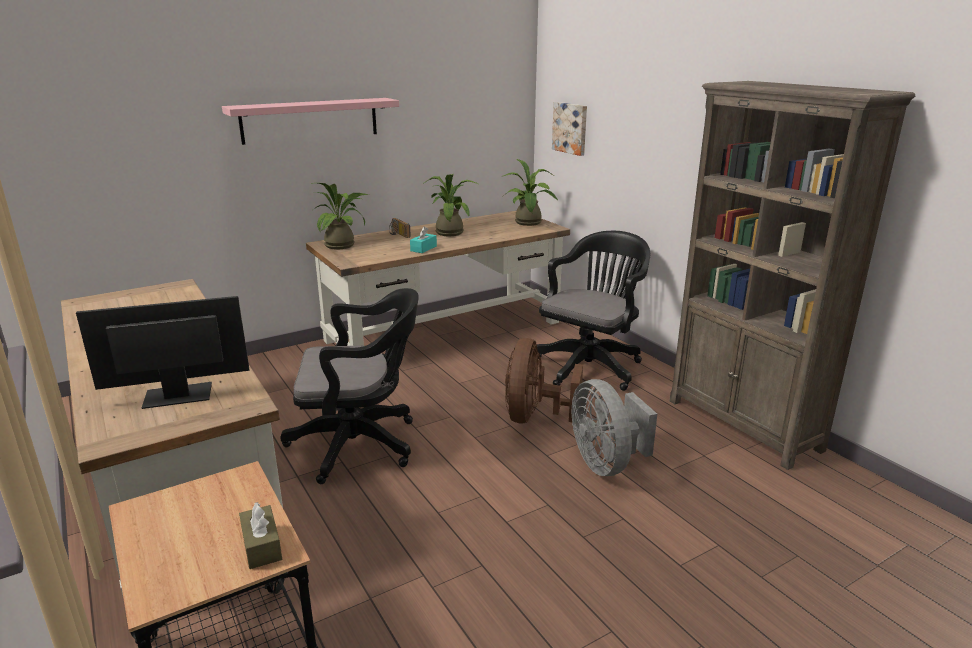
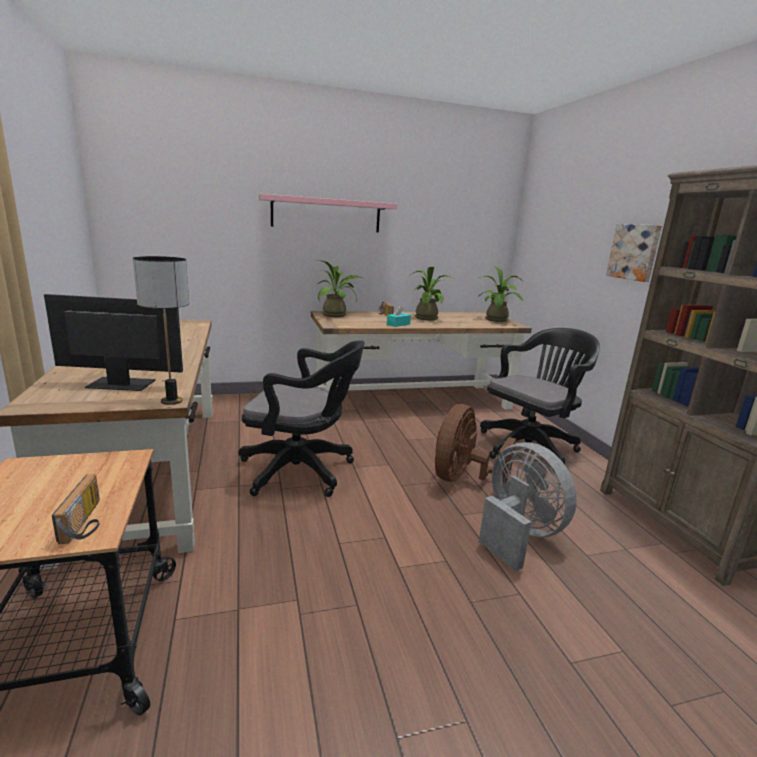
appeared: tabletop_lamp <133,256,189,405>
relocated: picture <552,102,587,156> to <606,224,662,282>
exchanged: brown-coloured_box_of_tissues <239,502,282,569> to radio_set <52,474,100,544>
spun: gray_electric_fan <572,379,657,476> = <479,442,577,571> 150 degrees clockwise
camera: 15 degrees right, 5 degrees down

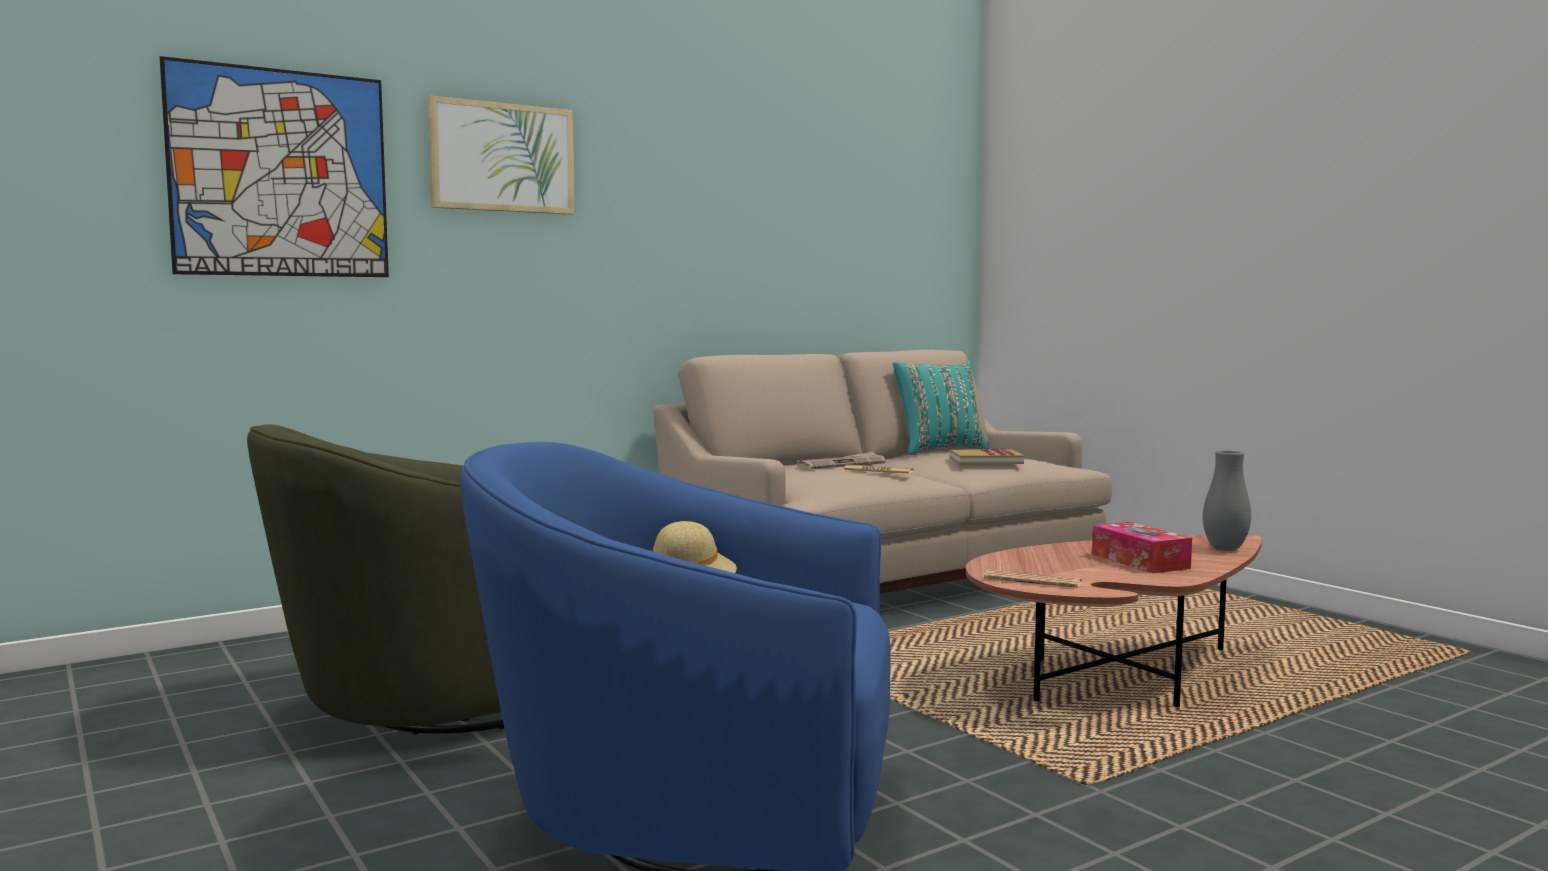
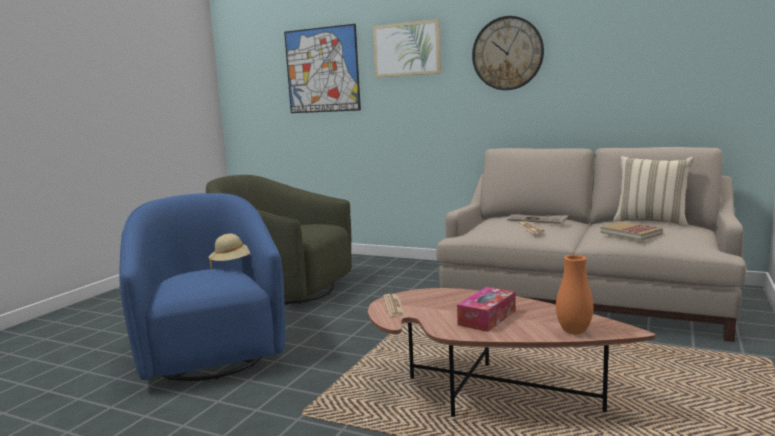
appeared: wall_clock <472,16,544,90>
colour: gray_vase <1203,450,1251,551> to orange_vase <556,255,593,334>; blue-green_cushion <893,360,988,455> to beige-coloured_cushion <613,156,694,226>
camera: 60 degrees right, 5 degrees up

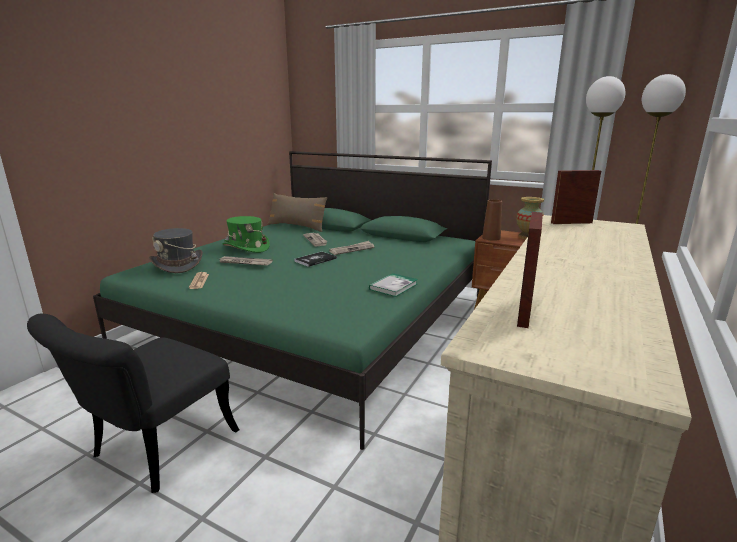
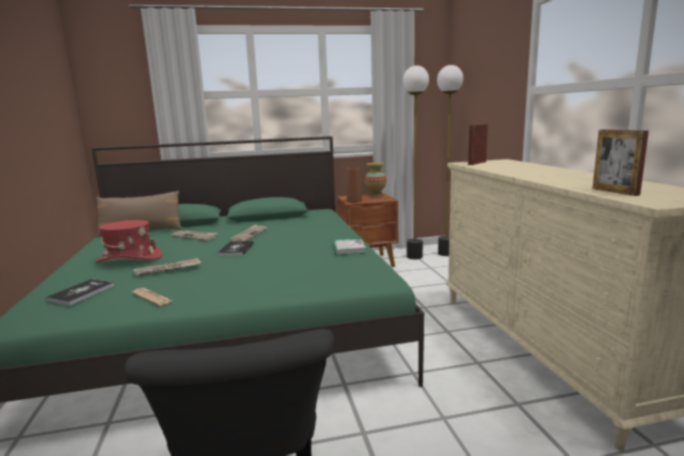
exchanged: gray_wearable_hat <149,228,203,273> to book <45,279,115,305>
colour: green-coloured_wearable_hat <222,216,270,253> to red_wearable_hat <95,220,163,263>
camera: 40 degrees left, 5 degrees down

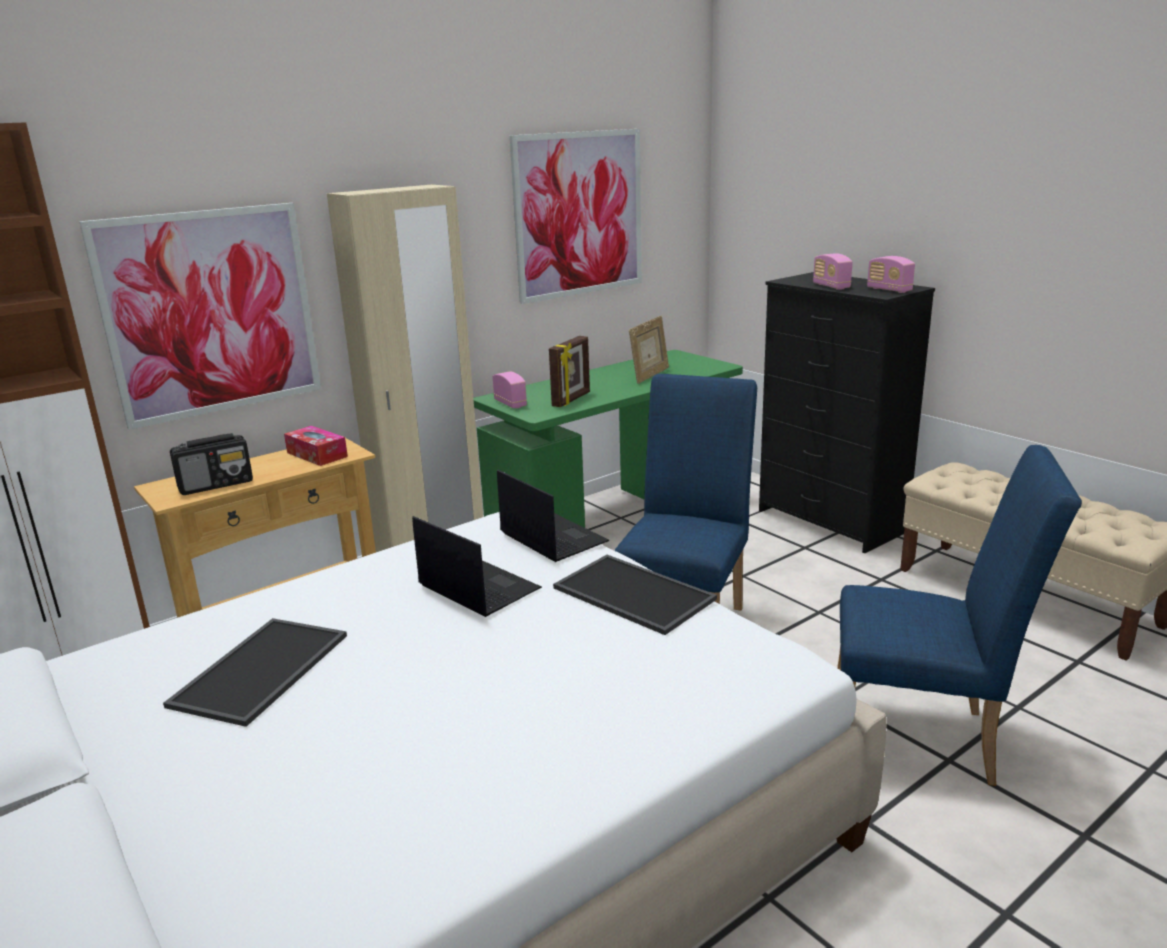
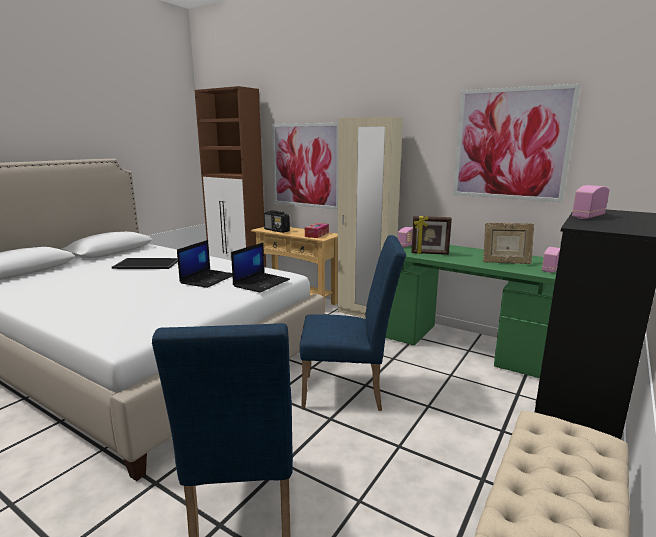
missing: carrying_tray <553,555,717,635>
relocated: radio_set <867,256,915,293> to <542,247,560,273>
camera: 70 degrees right, 5 degrees down

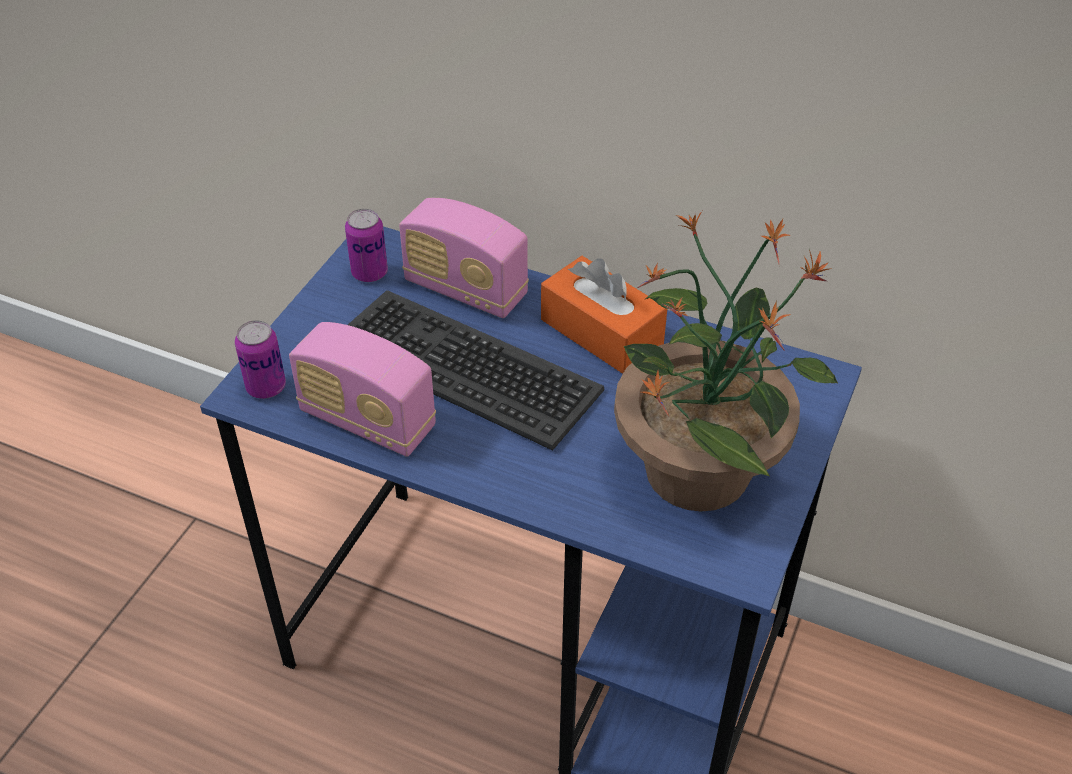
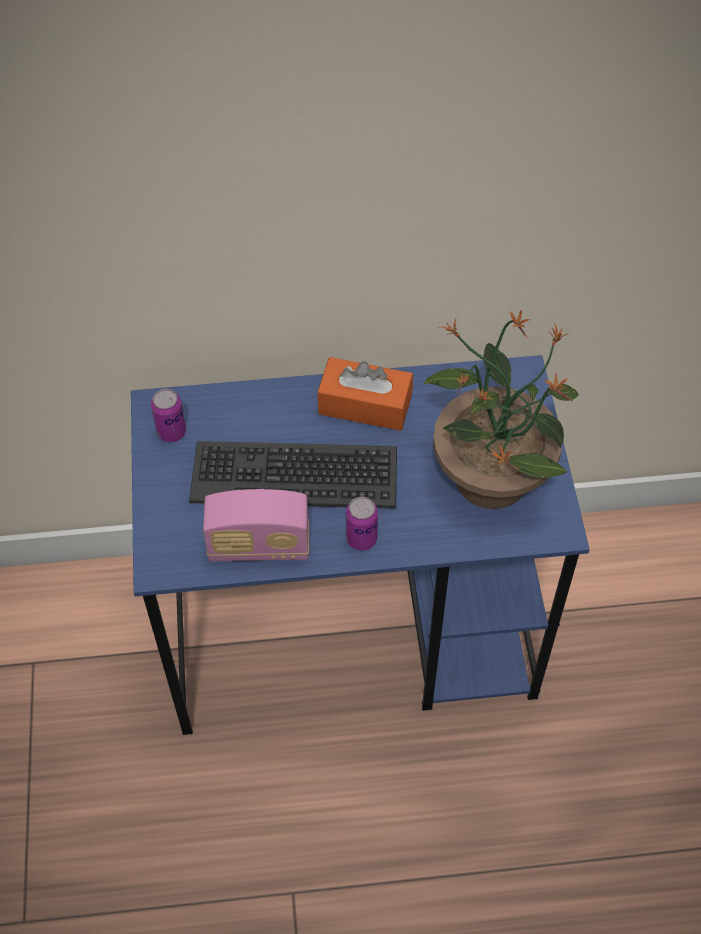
missing: radio_set <399,198,529,318>
relocated: metal_can <235,320,286,399> to <346,497,378,551>
camera: 30 degrees left, 10 degrees up

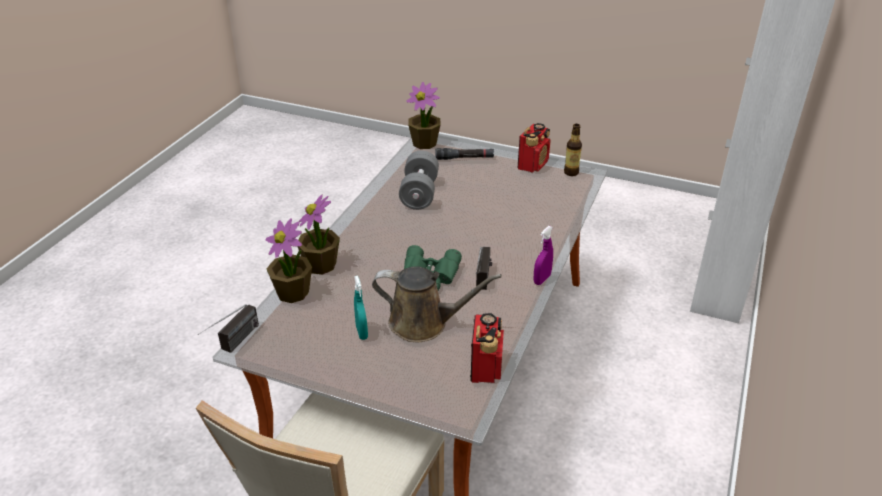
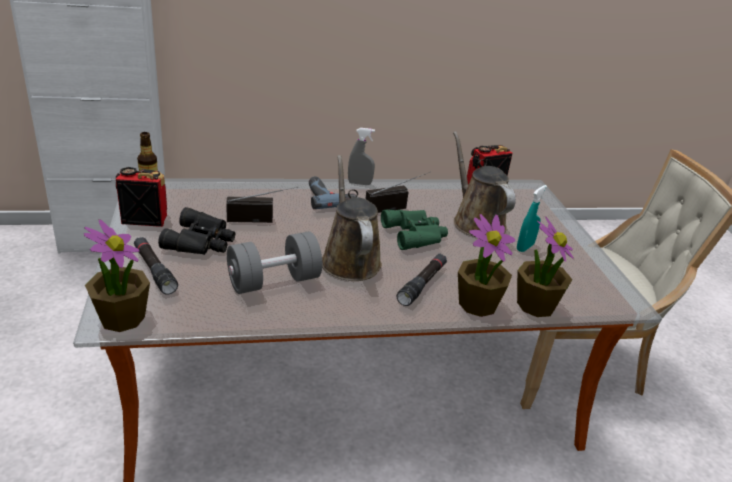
appeared: black-coloured_pair_of_binoculars <158,207,235,255>; electric_drill <309,176,358,209>; brown-coloured_watering_can <322,155,382,281>; black-coloured_flashlight <397,254,447,306>
relocated: radio_set <198,304,259,353> to <226,187,299,223>
colour: purplish_hand_sprayer <534,226,553,285> to gray_hand_sprayer <348,128,375,185>
camera: 125 degrees left, 5 degrees down

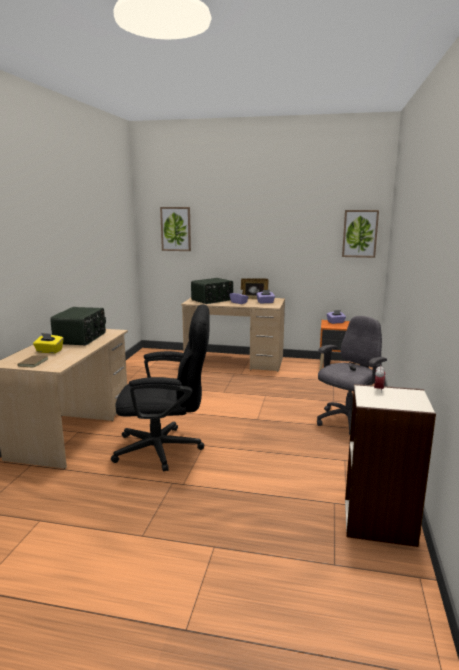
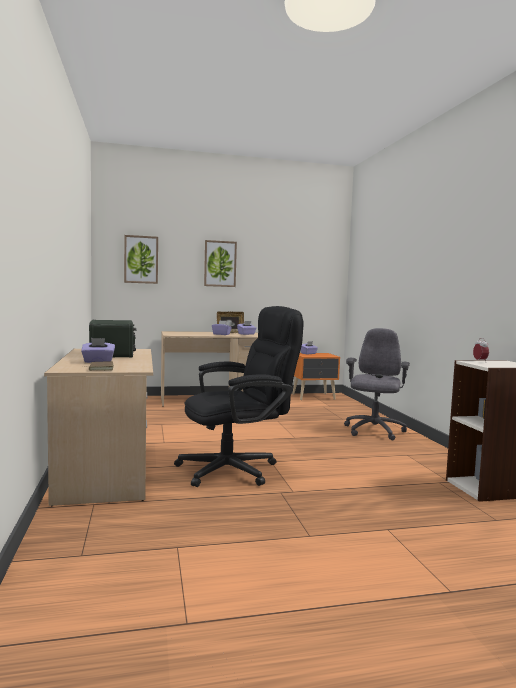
missing: radio_set <191,278,233,304>
relocated: picture <342,210,379,258> to <204,240,237,287>
colour: yellowish_box_of_tissues <33,333,64,354> to purplish_box_of_tissues <81,338,115,363>
camera: 25 degrees left, 10 degrees down

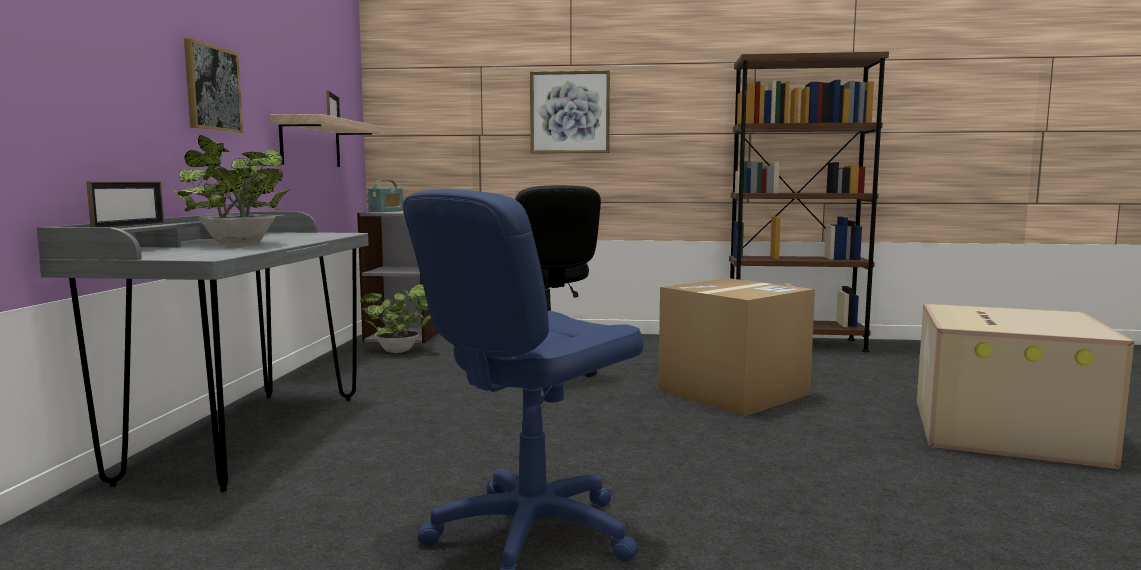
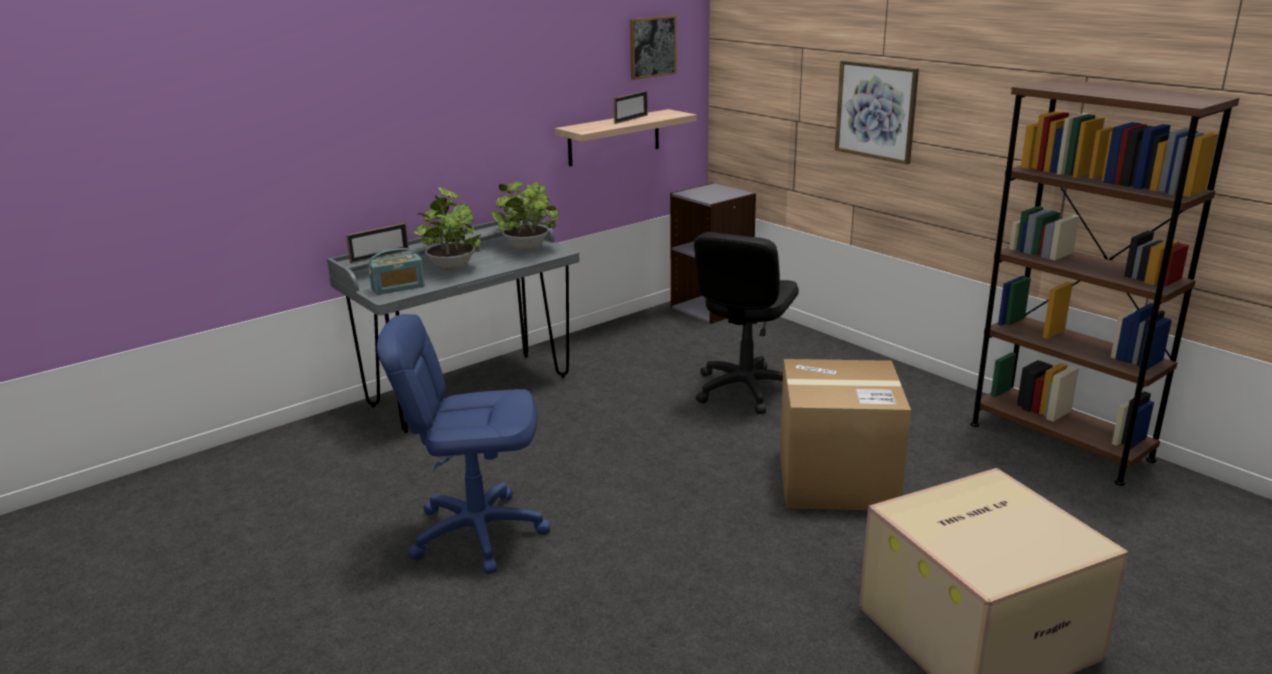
relocated: radio_set <368,180,403,212> to <368,248,425,295>; potted_plant <360,284,431,353> to <491,182,562,251>; picture <184,38,243,133> to <630,15,676,80>
camera: 45 degrees right, 15 degrees up

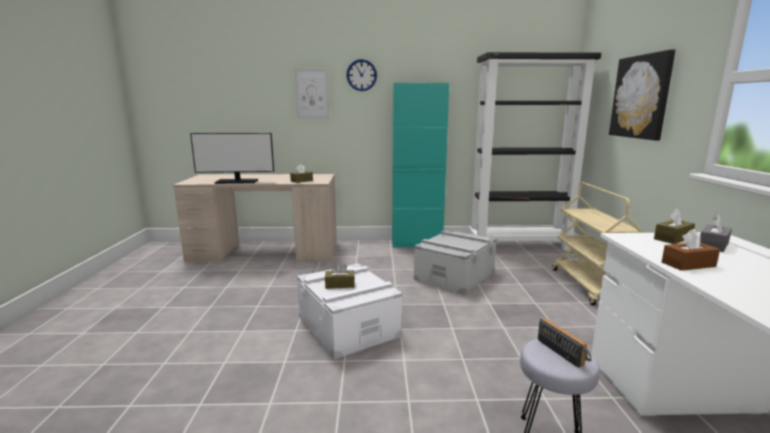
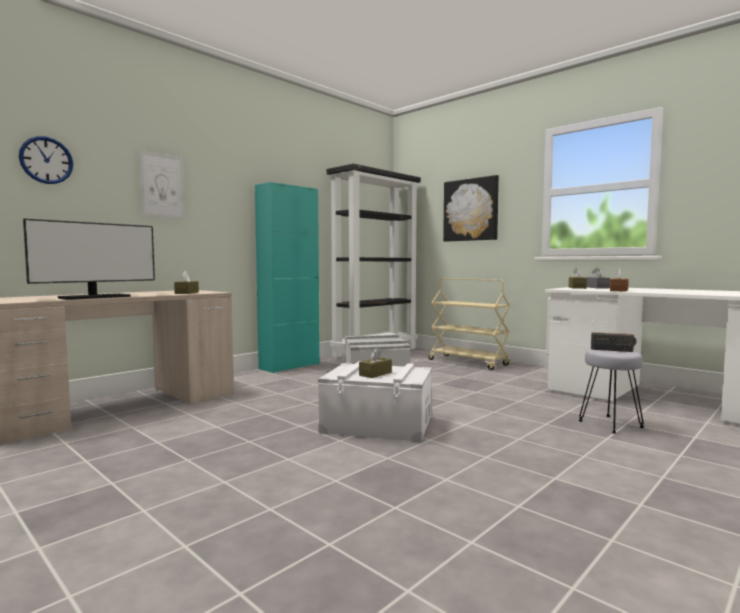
relocated: wall_clock <347,59,377,91> to <19,136,73,184>
camera: 45 degrees left, 10 degrees down

